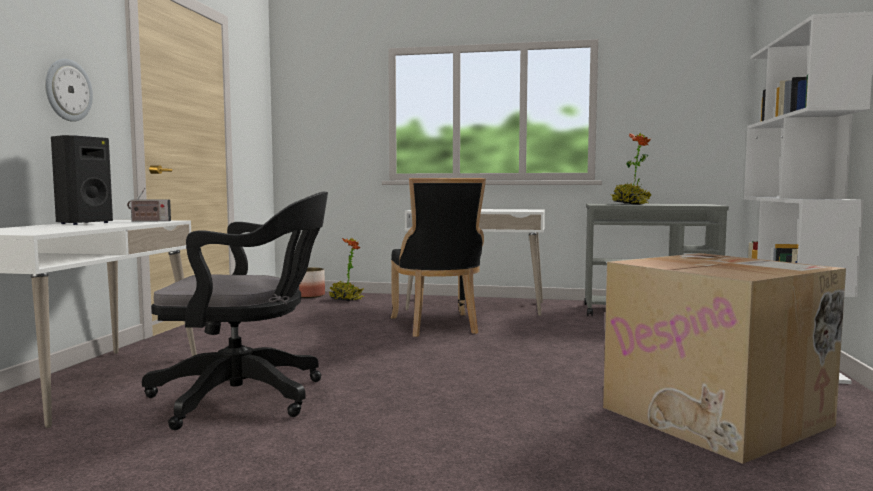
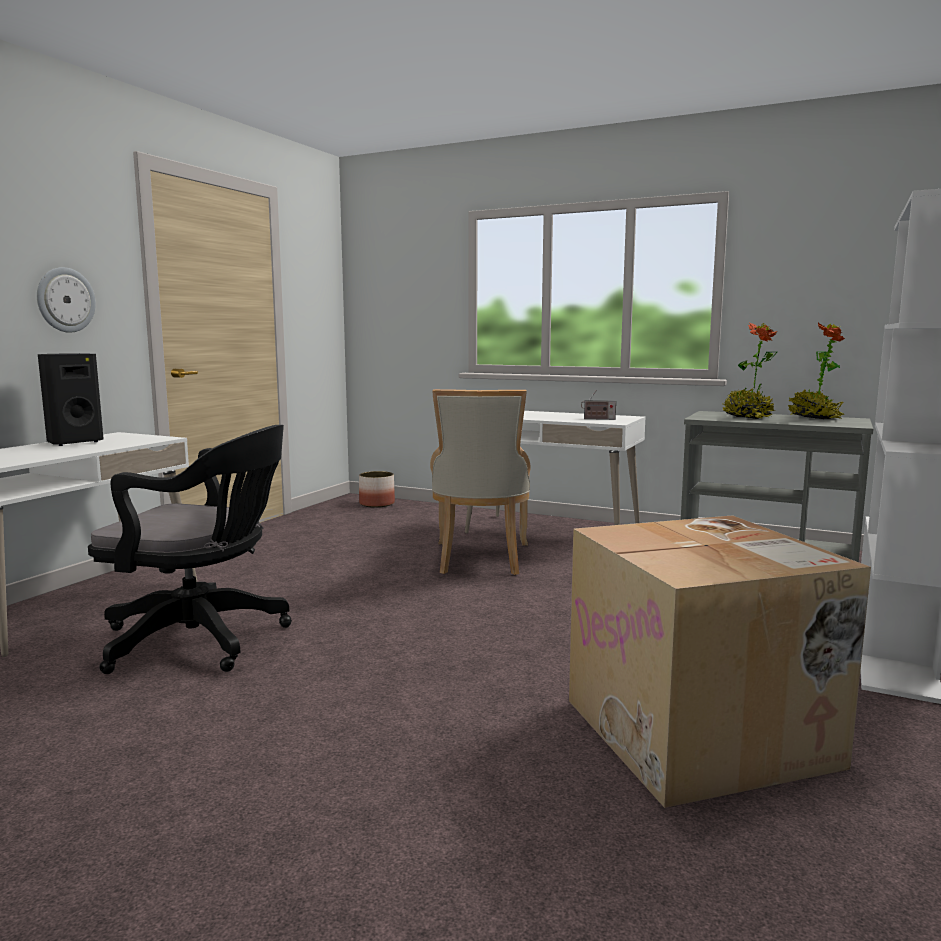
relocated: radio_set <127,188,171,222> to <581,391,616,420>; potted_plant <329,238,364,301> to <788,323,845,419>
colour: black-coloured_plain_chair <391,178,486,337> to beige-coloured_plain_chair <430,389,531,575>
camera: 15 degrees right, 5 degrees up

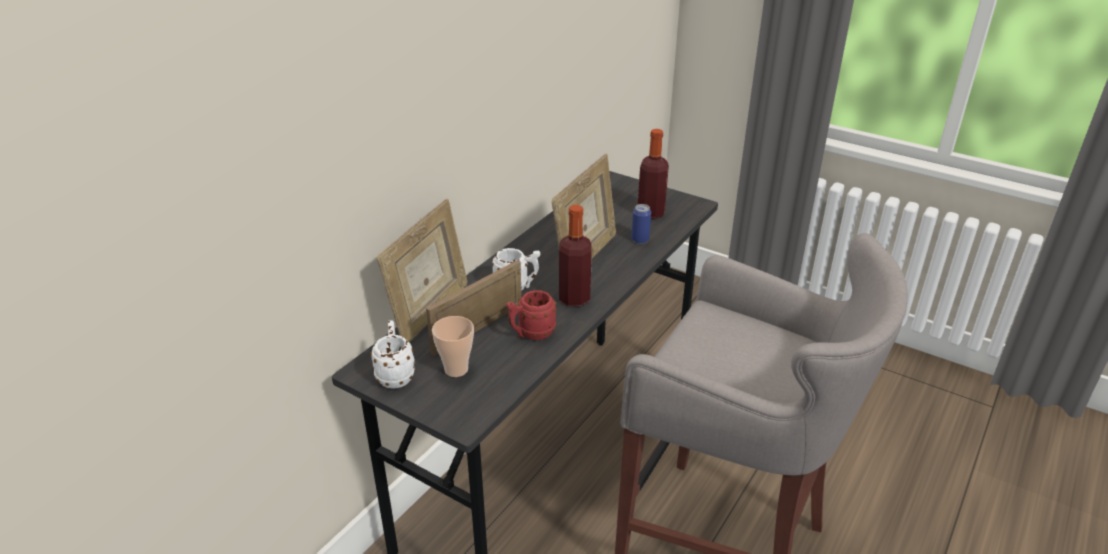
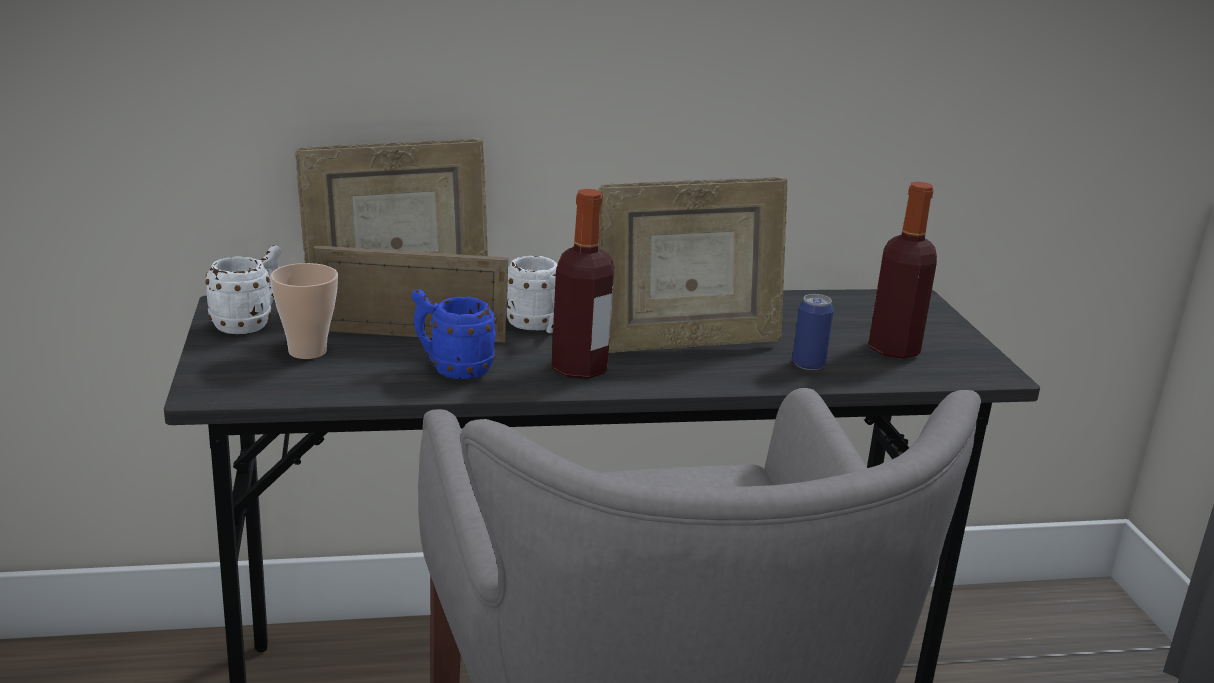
colour: red_mug <507,290,556,340> to bluish_mug <411,289,497,379>
camera: 45 degrees right, 10 degrees down

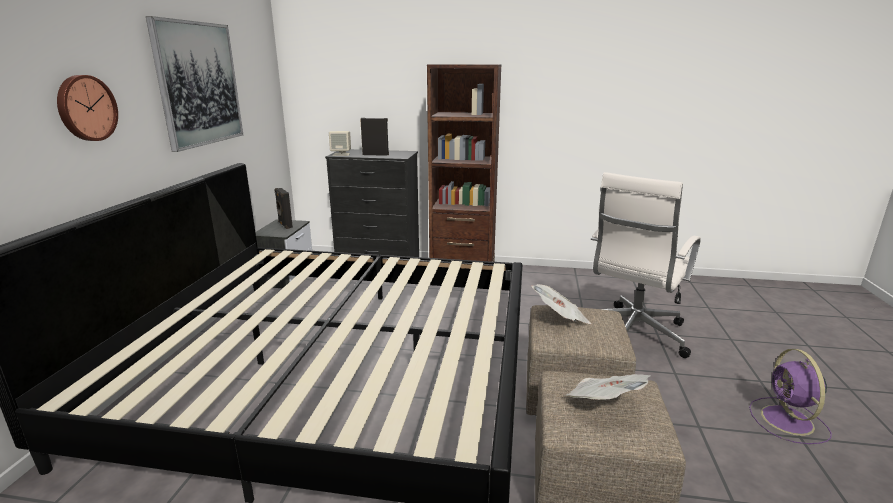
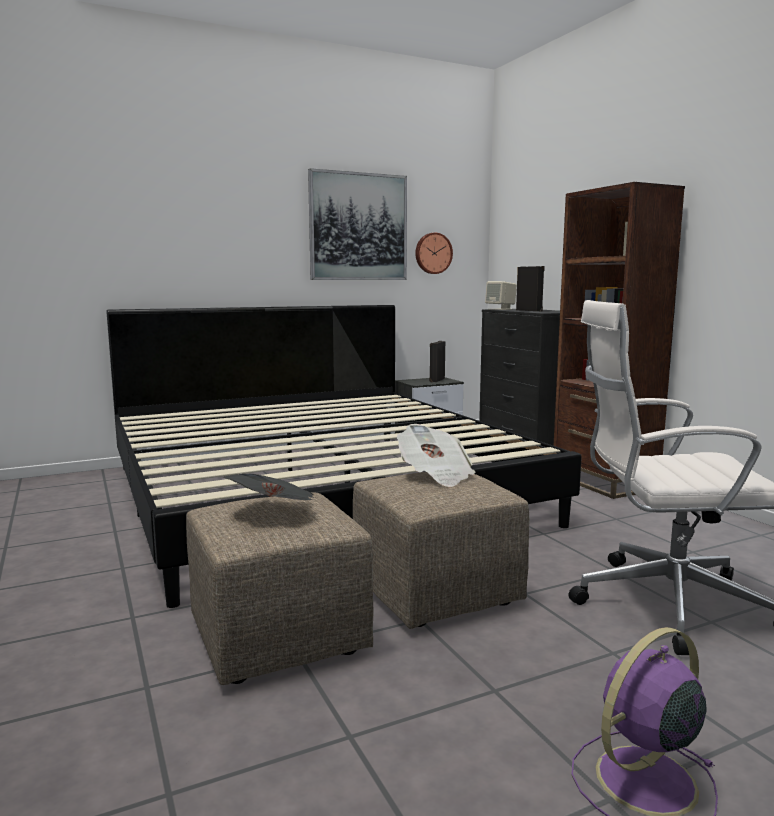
relocated: wall_clock <57,75,118,141> to <415,233,453,274>
camera: 55 degrees right, 10 degrees down

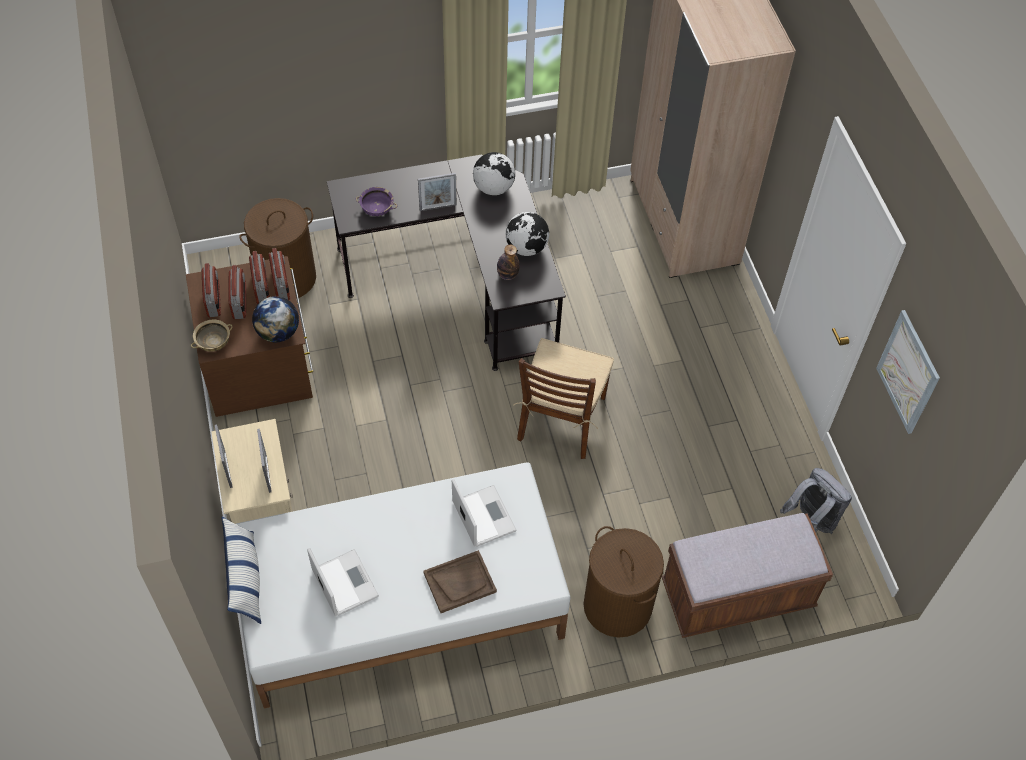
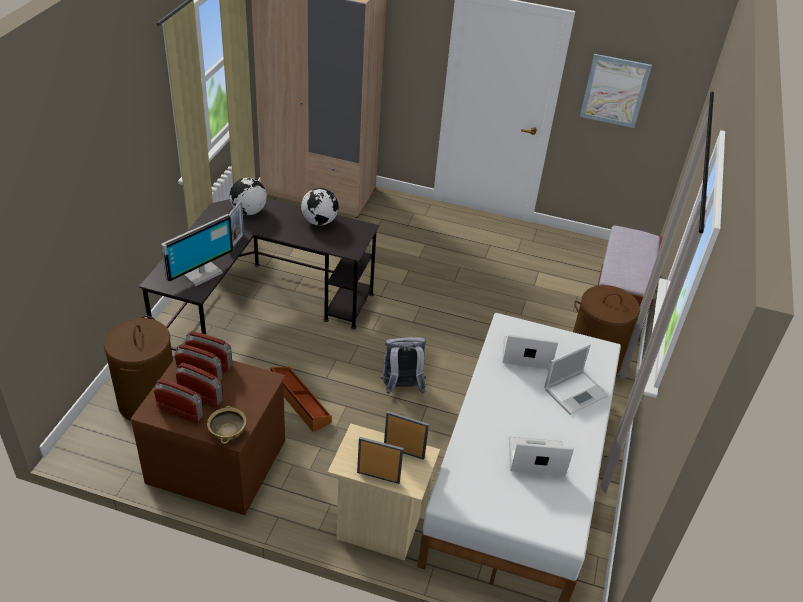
missing: cushion <222,517,261,624>; world_globe <252,296,299,342>; beverage_bottle <497,245,520,280>; brown-coloured_plain_chair <513,338,614,459>
appeared: brown-coloured_storage_box <270,367,332,432>
relocated: gray_knapsack <780,468,852,534> to <380,337,426,394>
exchanged: purplish_serving_bowl <356,187,398,216> to computer_display <161,214,233,286>; brown-coloured_carrying_tray <423,550,497,613> to laptop <544,344,608,415>
camera: 60 degrees left, 15 degrees down

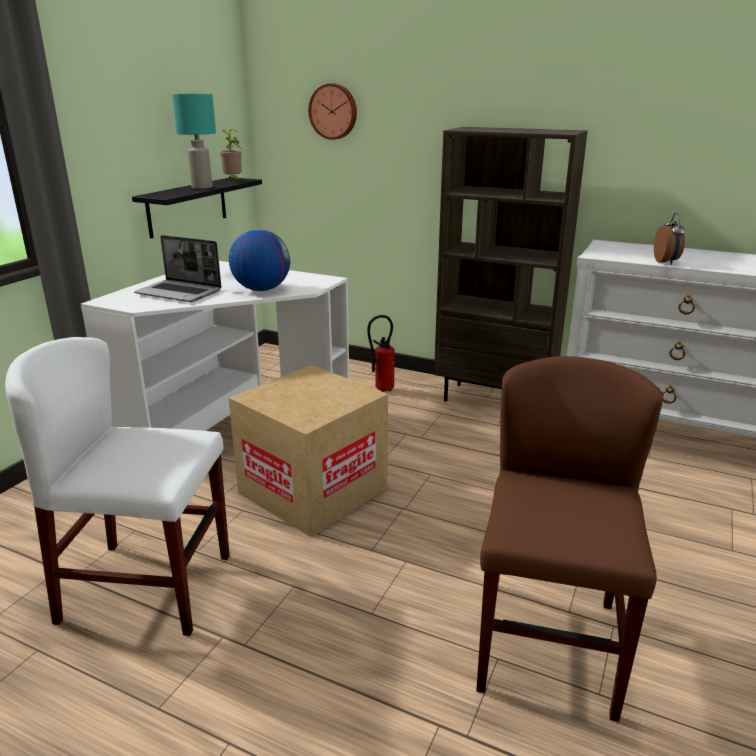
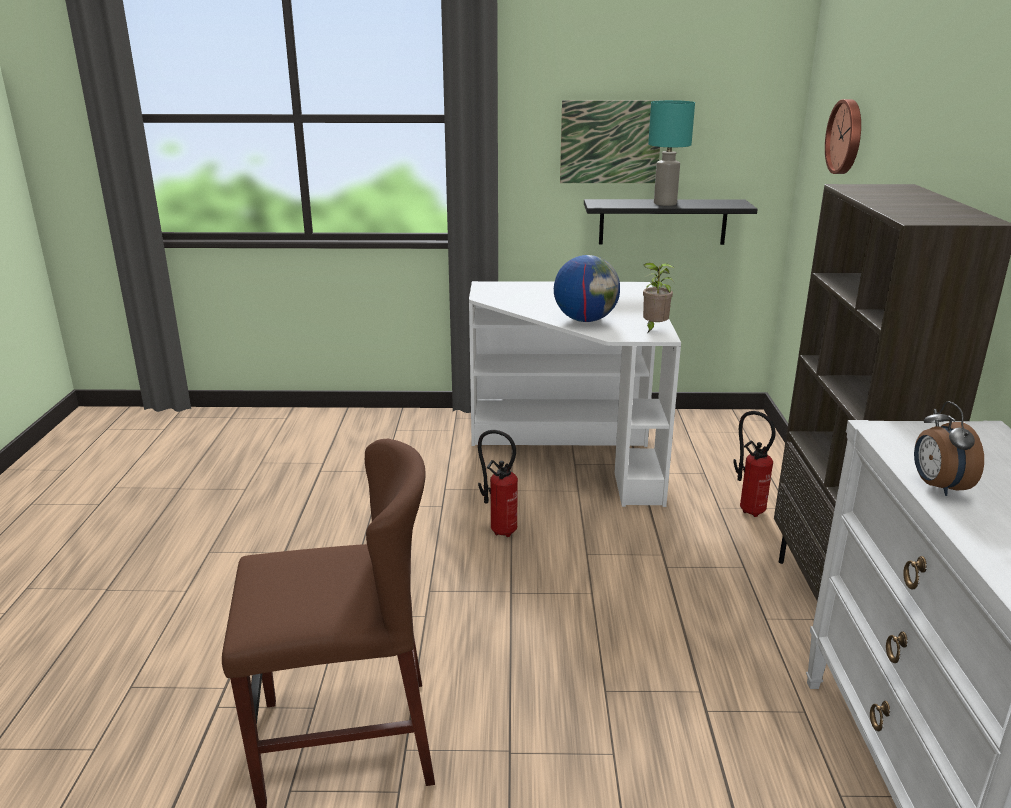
missing: whitish_plain_chair <5,337,230,636>; laptop <134,235,221,302>
appeared: picture <560,100,661,183>
relocated: potted_plant <220,129,242,181> to <643,263,675,332>
exchanged: carton <229,365,388,537> to extinguisher <478,430,518,537>
spun: alarm_clock <654,213,685,265> = <914,401,984,496> 105 degrees clockwise
camera: 65 degrees right, 0 degrees up

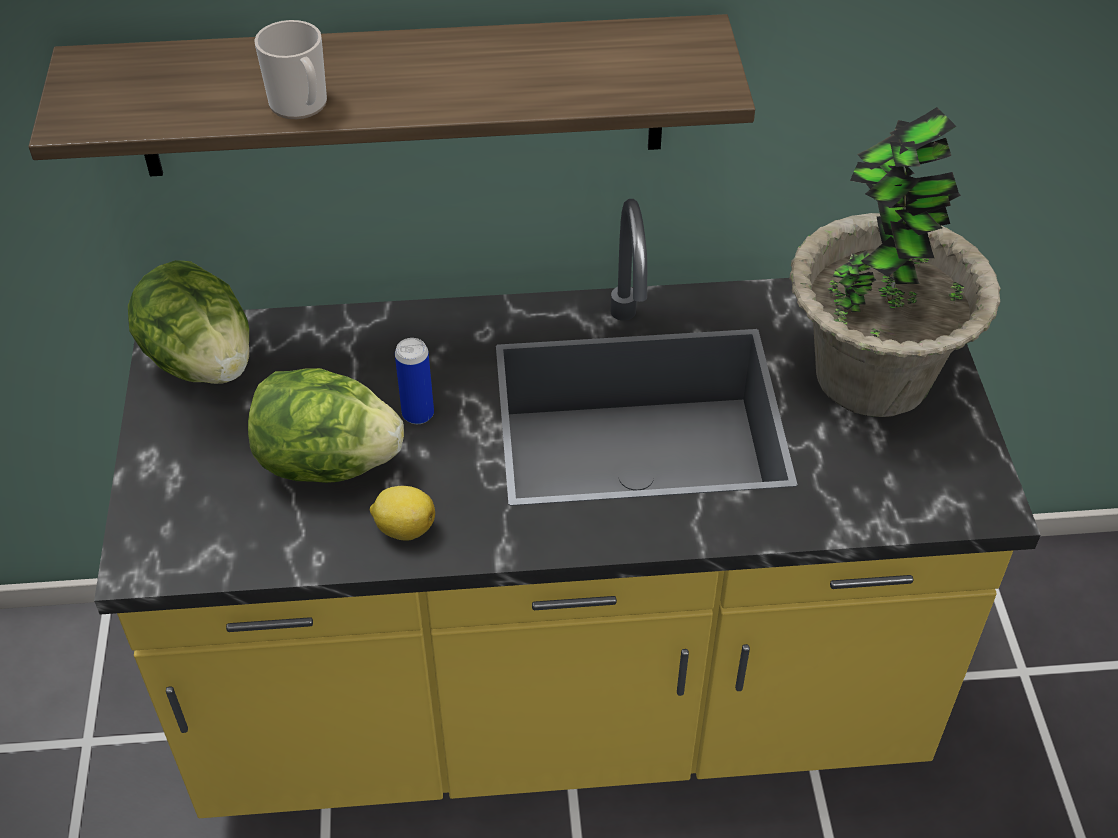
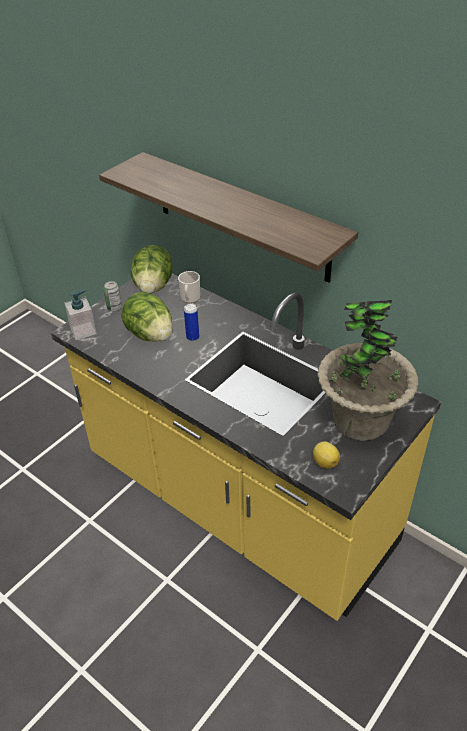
appeared: liquid_soap_bottle <64,289,97,340>; metal_can <103,281,122,312>
relocated: mug <254,20,327,119> to <178,271,200,303>; citrus_fruit <370,486,435,541> to <313,441,340,469>
camera: 45 degrees right, 5 degrees down

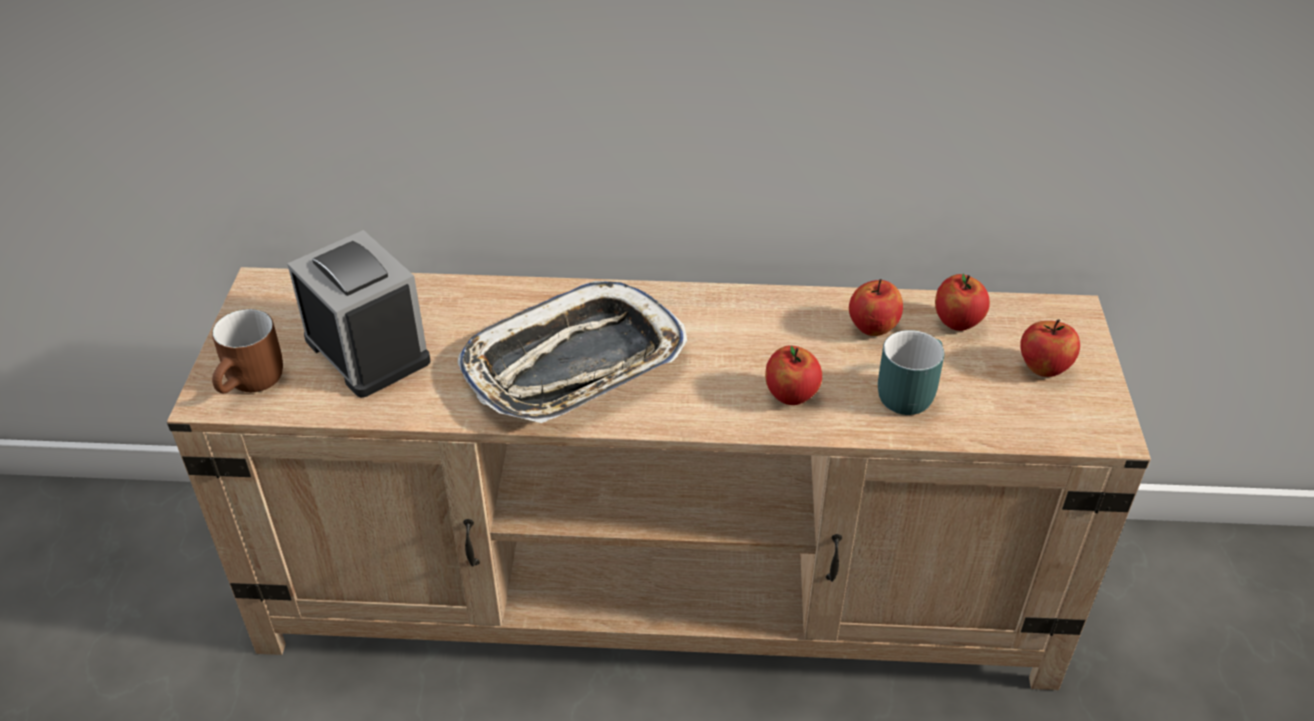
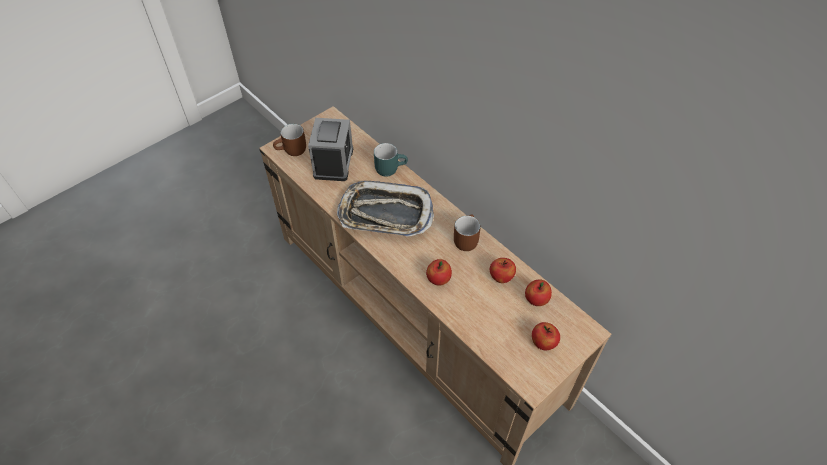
appeared: brown-coloured_mug <454,214,481,251>
relocated: blue-green_mug <878,330,944,415> to <374,143,408,177>
camera: 45 degrees right, 10 degrees up

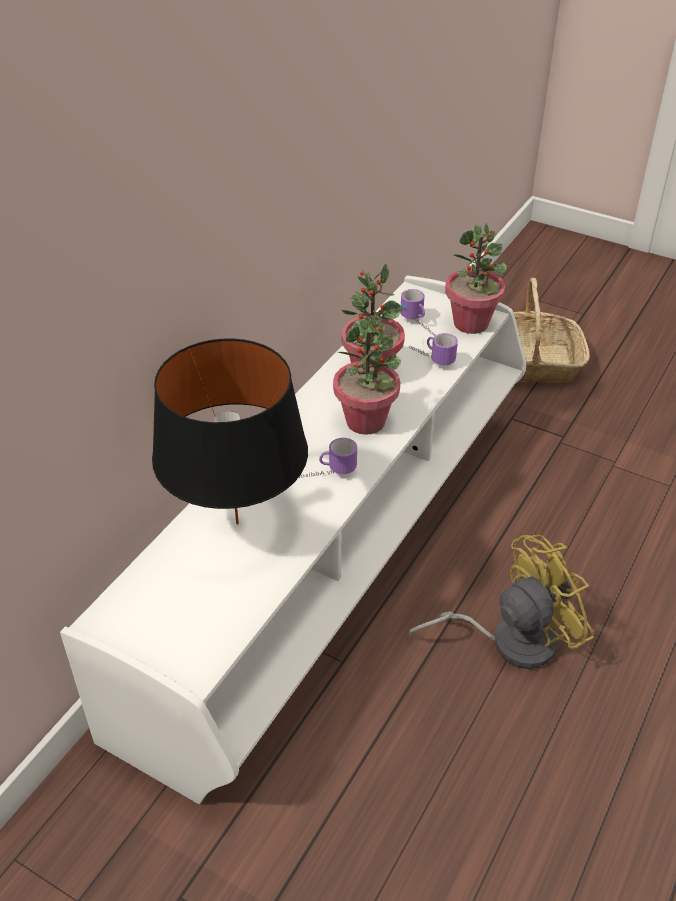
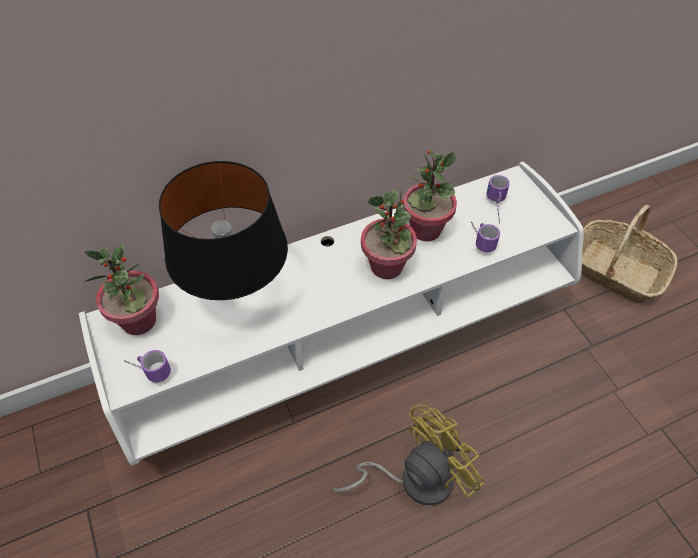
relocated: potted_plant <445,223,507,334> to <84,245,159,335>; mug <299,438,357,478> to <124,350,171,382>
spun: yellowish_electric_fan <409,535,594,669> = <333,405,484,505> 45 degrees counterclockwise
camera: 35 degrees right, 10 degrees up

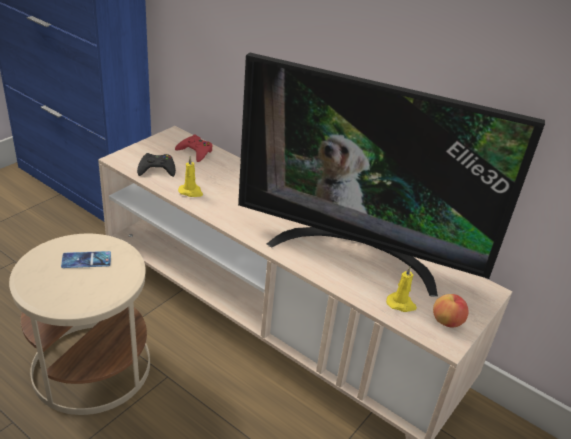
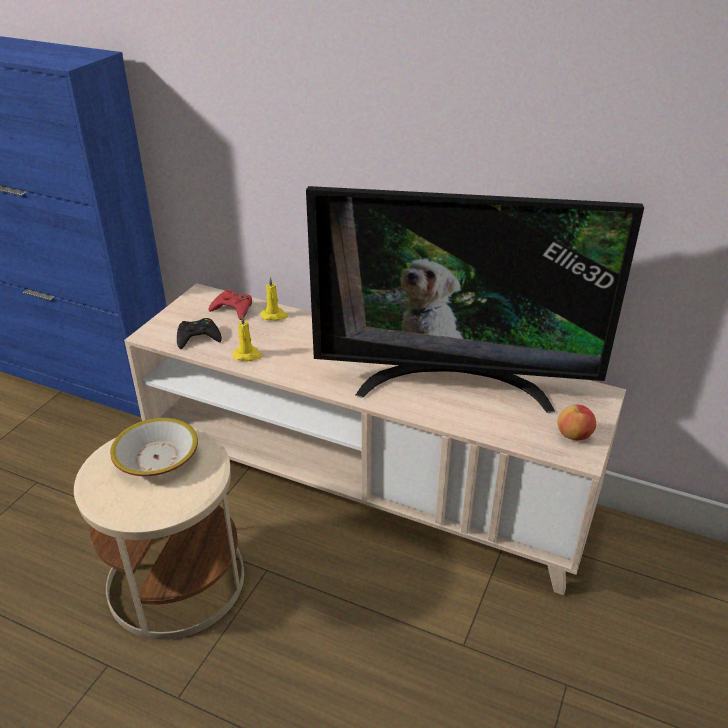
relocated: yellowish_wax_light <386,266,417,312> to <260,277,288,321>
exchanged: phone <61,251,111,268> to serving_bowl <110,418,198,476>
camera: 10 degrees left, 0 degrees up

